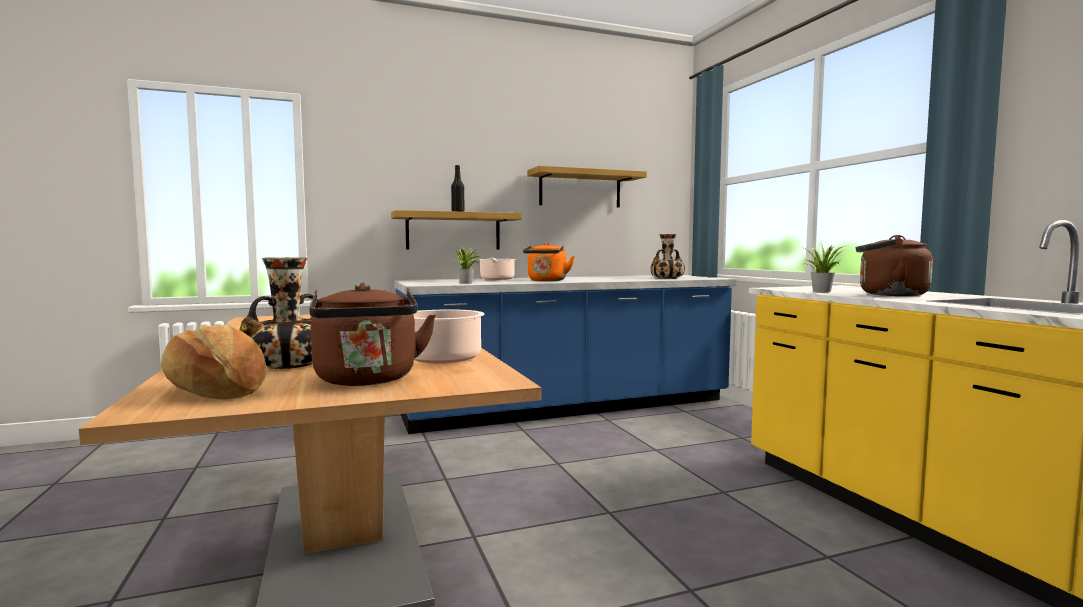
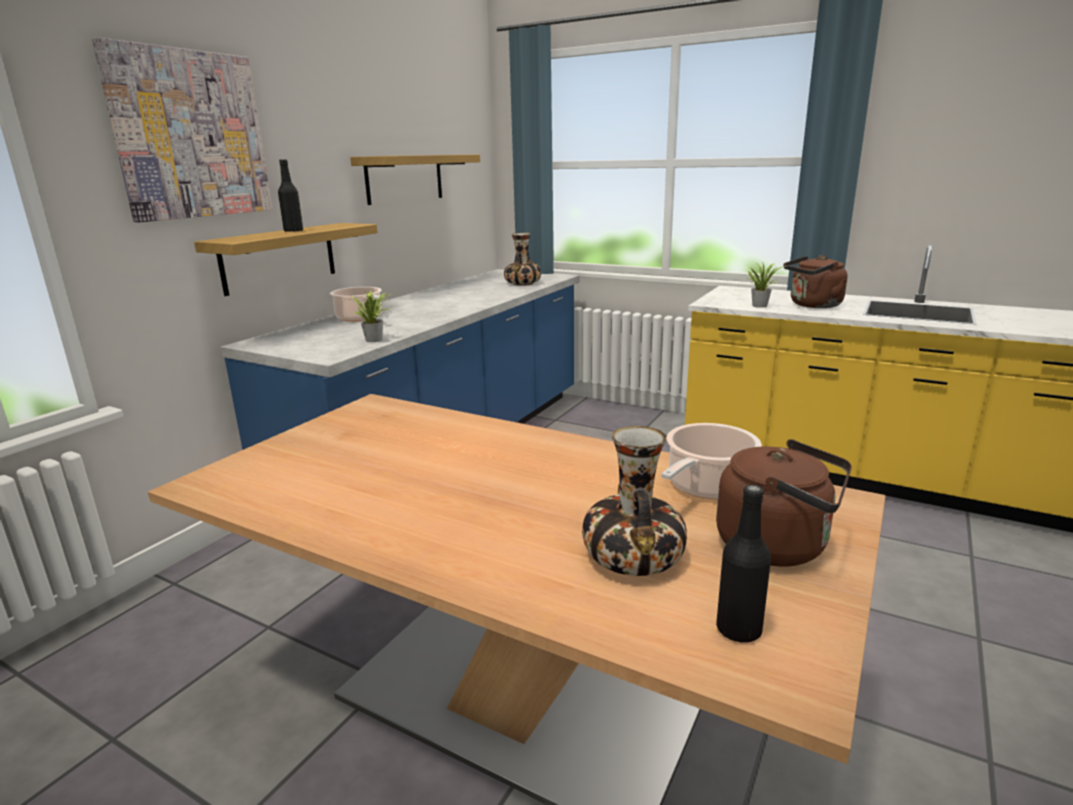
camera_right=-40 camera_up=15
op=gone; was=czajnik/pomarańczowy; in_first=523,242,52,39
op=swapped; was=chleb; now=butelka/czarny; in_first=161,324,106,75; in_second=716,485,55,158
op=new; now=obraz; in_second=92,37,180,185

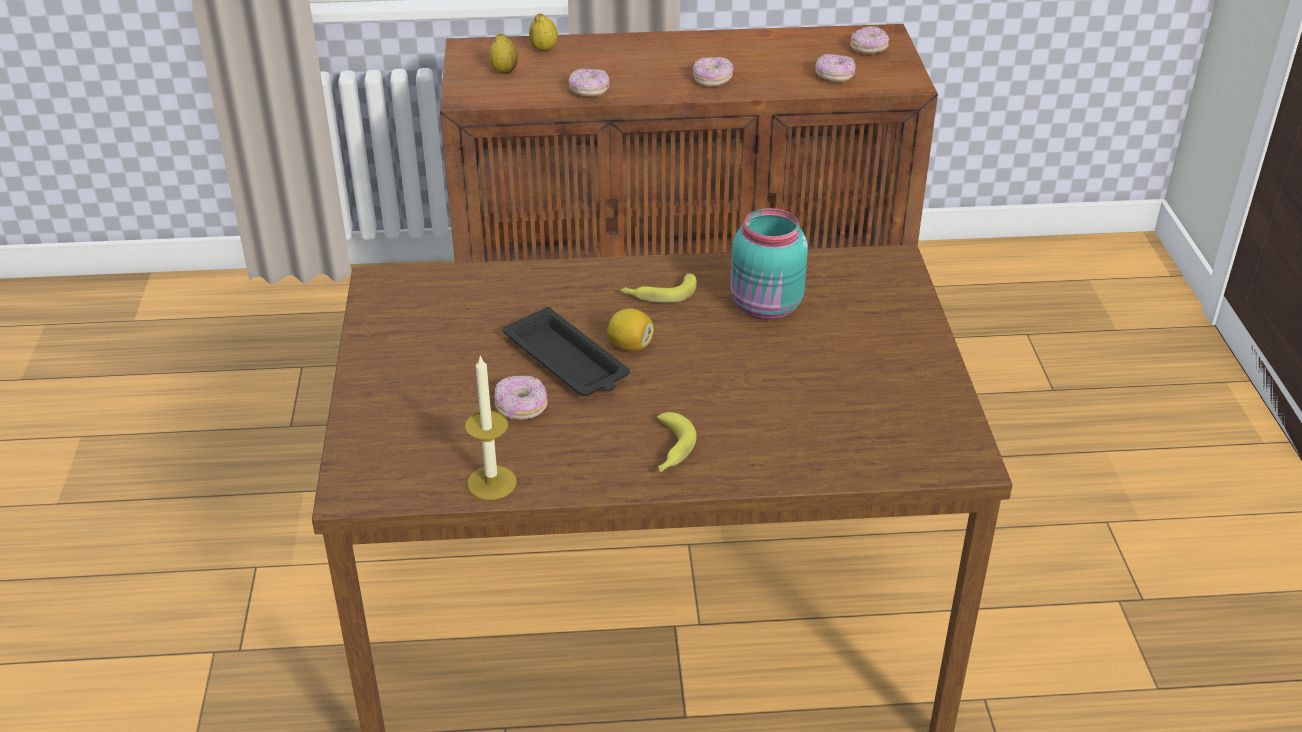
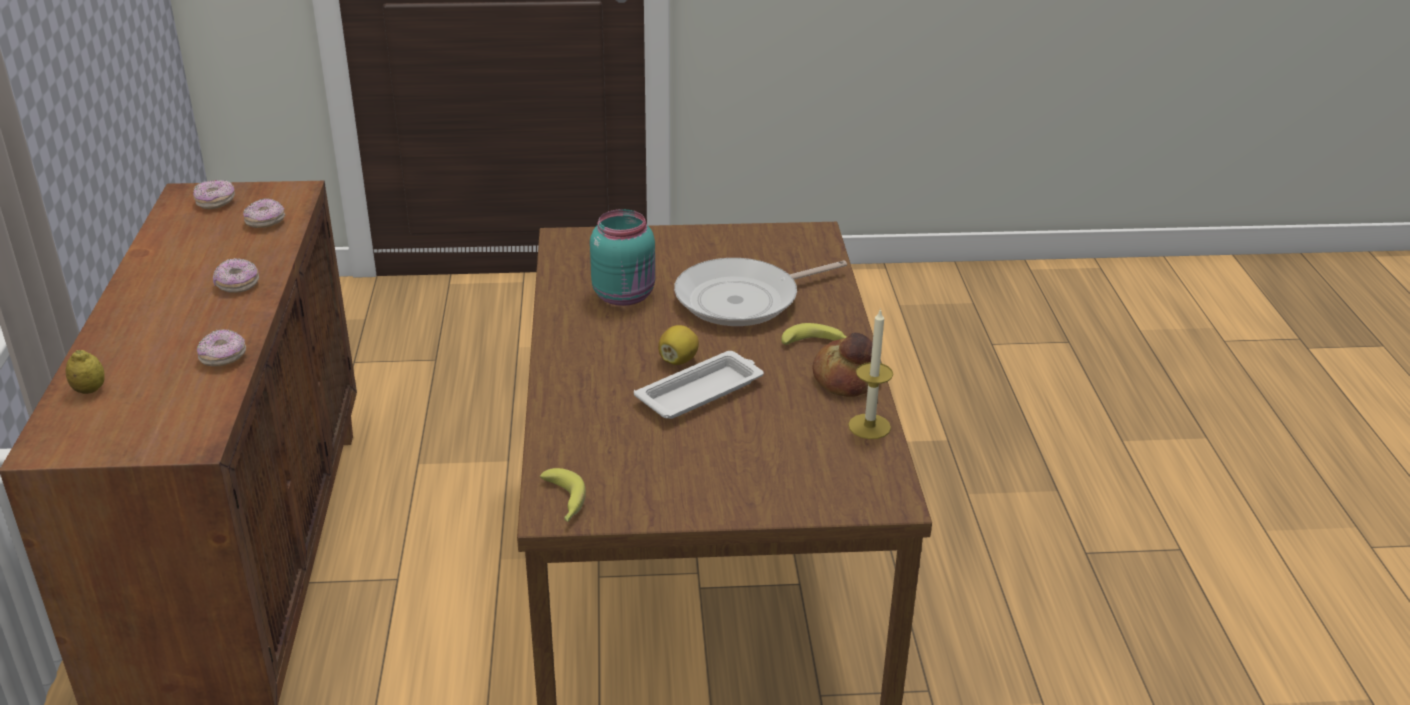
camera_right=-90 camera_up=-5
op=gone; was=cytryna; in_first=489,34,29,40
op=shifted; was=banan; in_first=621,273,76,30; in_second=540,468,46,54
op=repainted; was=taca/czarny; now=taca/biały; in_first=503,307,127,89; in_second=634,351,130,68
op=gone; was=donut; in_first=494,375,54,45
op=new; now=patelnia; in_second=674,258,173,68
op=new; now=chleb; in_second=813,332,69,65

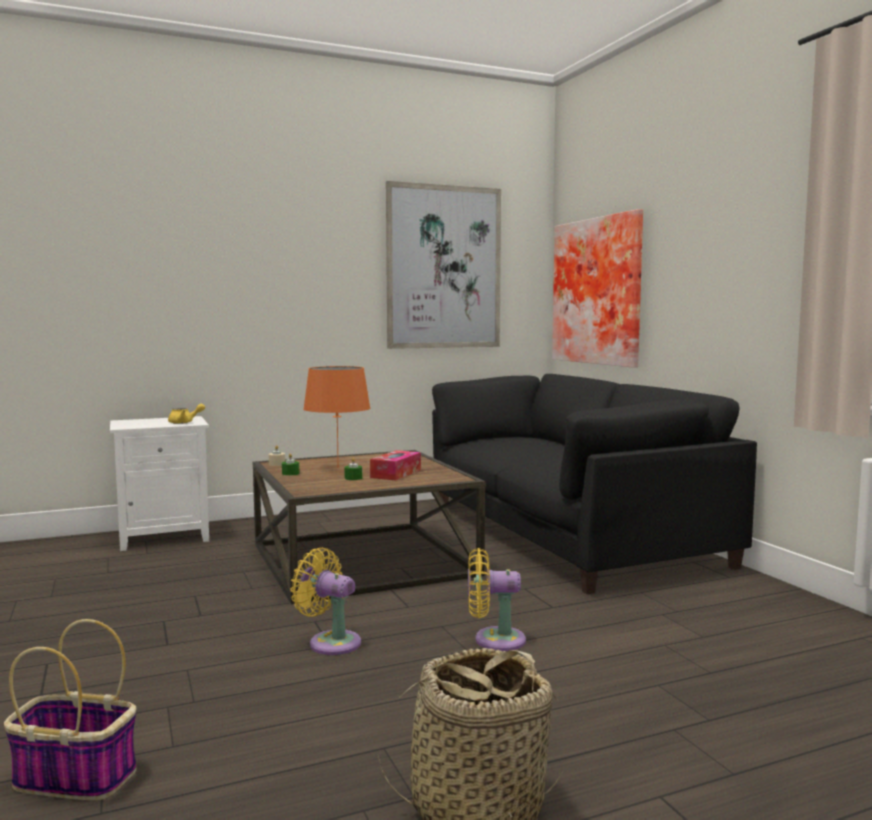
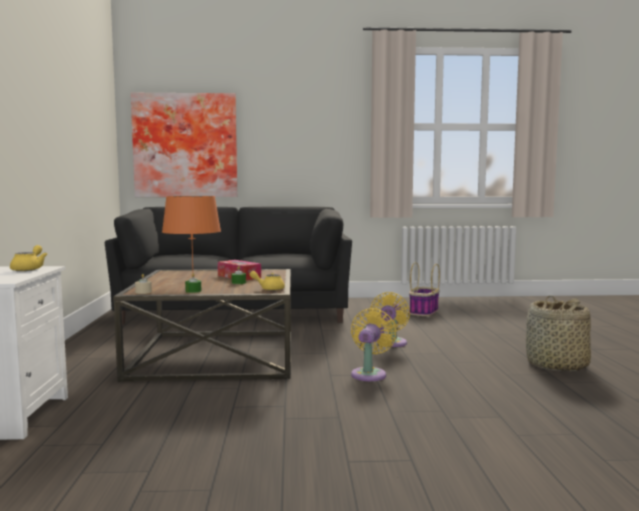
camera_right=-70 camera_up=0
op=gone; was=obraz; in_first=386,181,115,168
op=rotated; was=wentylator/żółty; in_first=290,548,71,107; in_second=351,308,46,73; clockwise=150
op=shifted; was=koszyk; in_first=4,619,132,181; in_second=409,262,31,54
op=new; now=imbryk/żółty; in_second=250,271,35,20

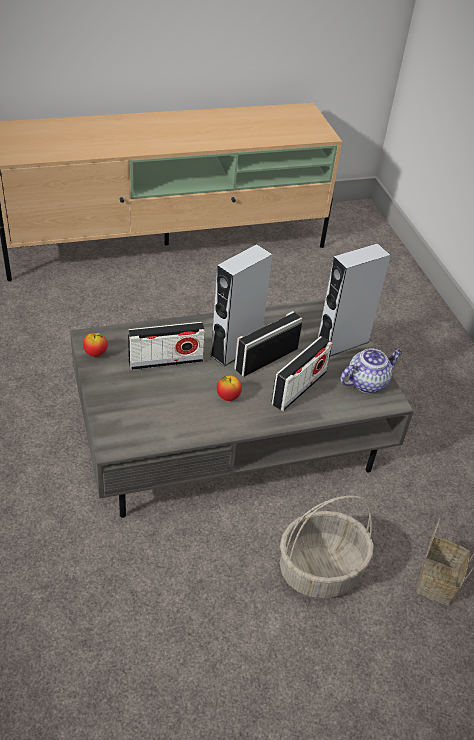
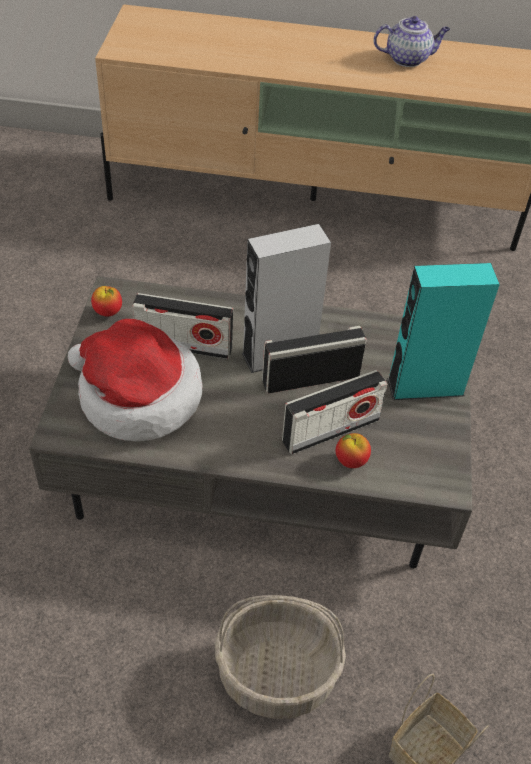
camera_right=25 camera_up=5
op=repainted; was=głośnik/szary; now=głośnik/turkusowy; in_first=318,243,73,113; in_second=387,263,113,137
op=shifted; was=imbryk; in_first=340,348,62,45; in_second=374,16,76,51
op=shifted; was=jabłko; in_first=217,375,25,26; in_second=336,433,35,35
op=new; now=kapelusz; in_second=68,319,134,122

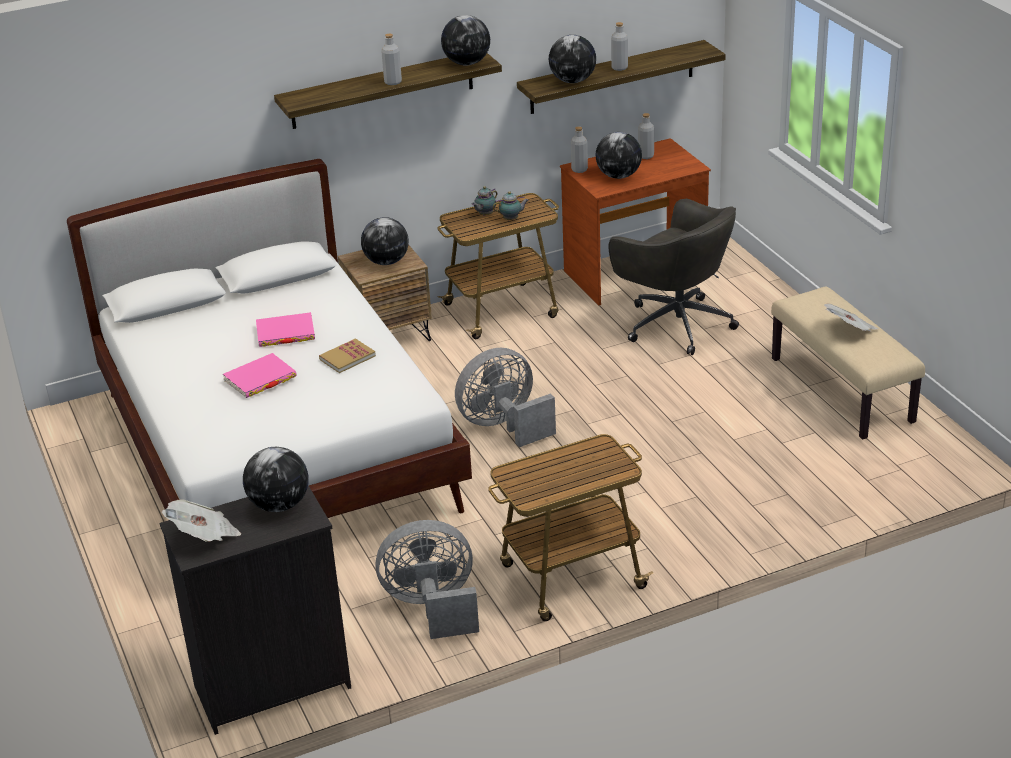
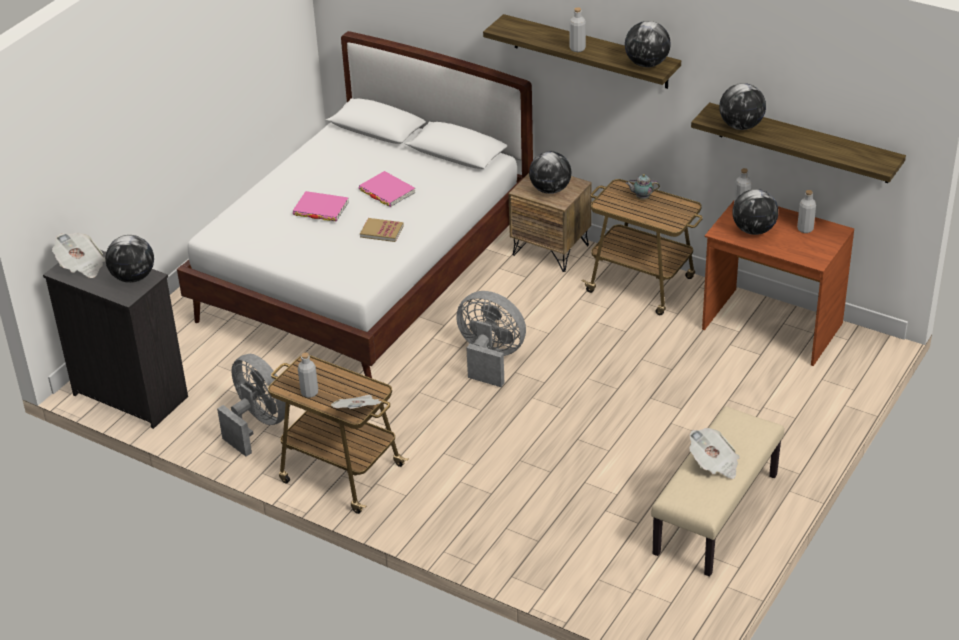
camera_right=55 camera_up=5
op=shifted; was=butelka/szary; in_first=611,22,17,49; in_second=298,353,20,45
op=gone; was=imbryk; in_first=493,191,36,29
op=gone; was=krzesło biurowe/szary; in_first=609,199,130,156
op=new; now=gazeta; in_second=331,395,51,14

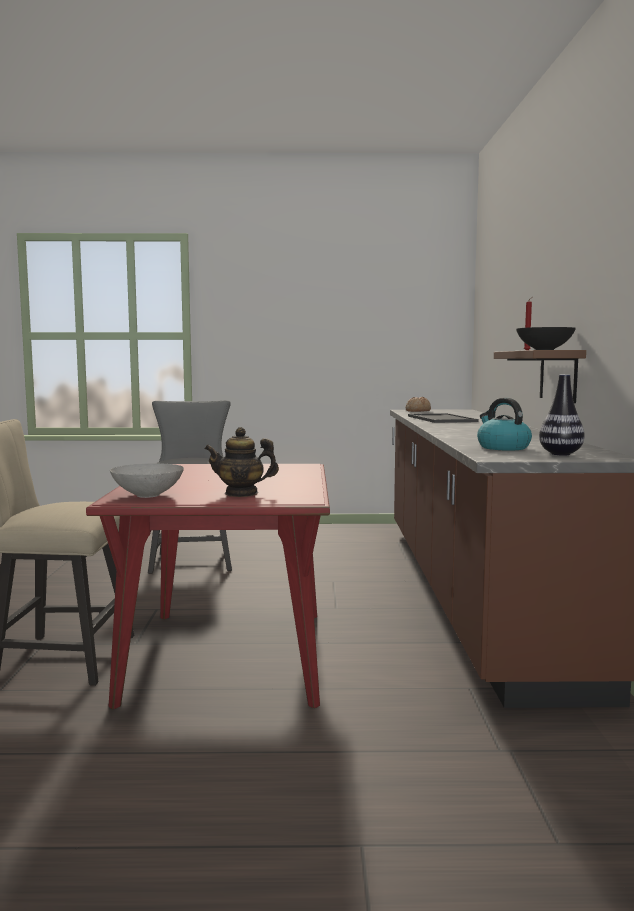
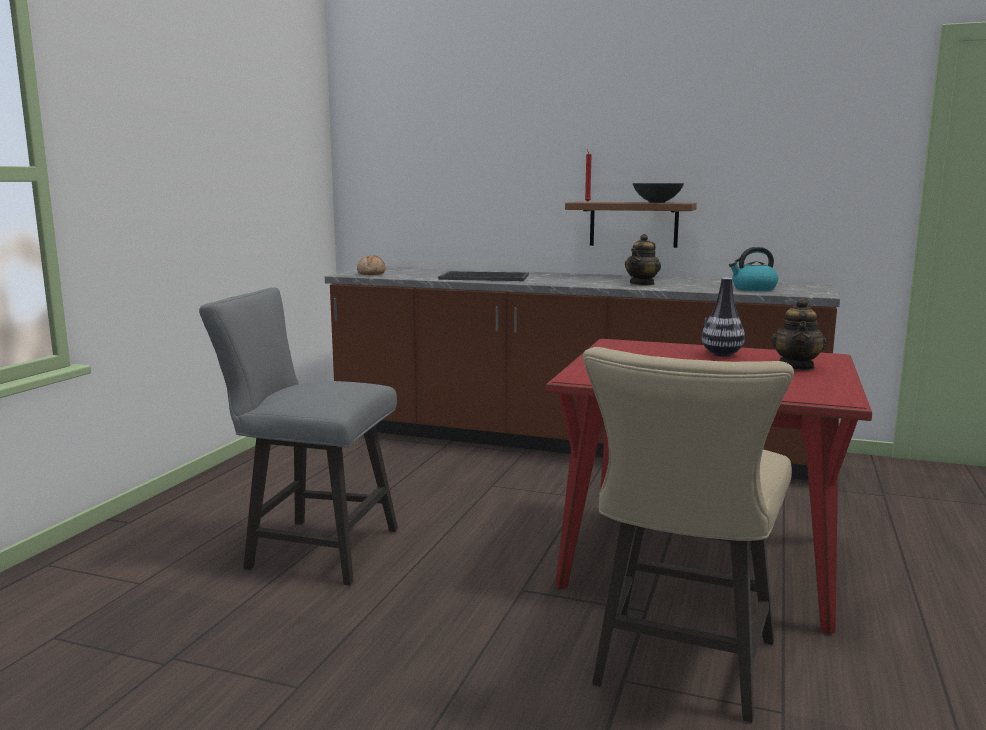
camera_right=-70 camera_up=5
op=shifted; was=wazon; in_first=539,374,46,81; in_second=702,278,43,79
op=gone; was=miska/szary; in_first=110,463,74,35
op=new; now=imbryk; in_second=625,234,36,52

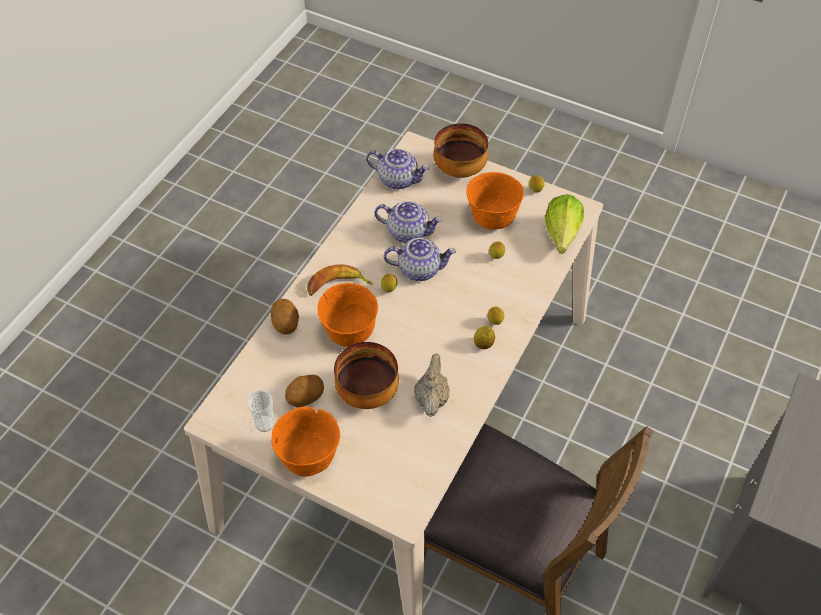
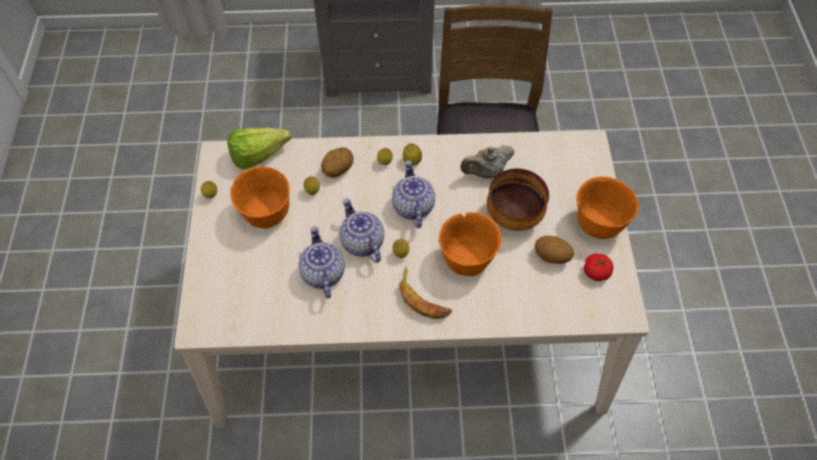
camera_right=-120 camera_up=5
op=gone; was=miska; in_first=433,123,55,55
op=shifted; was=imbryk; in_first=366,148,64,42; in_second=392,160,43,68
op=shifted; was=ziemniak; in_first=271,299,28,36; in_second=321,147,32,31
op=swapped; was=filiżanka; now=pomidor; in_first=247,390,28,42; in_second=584,254,30,27

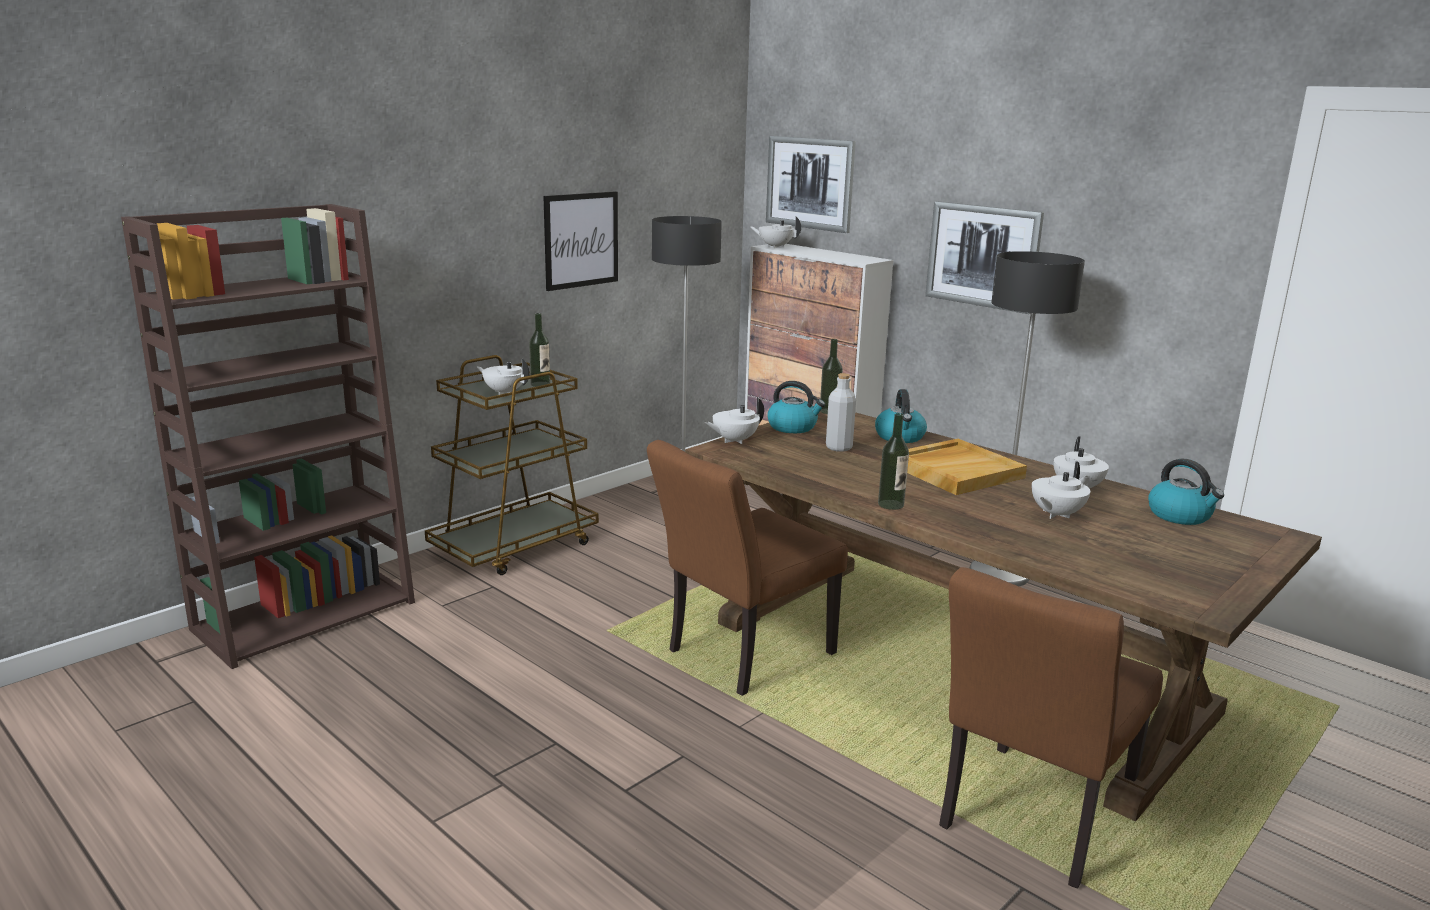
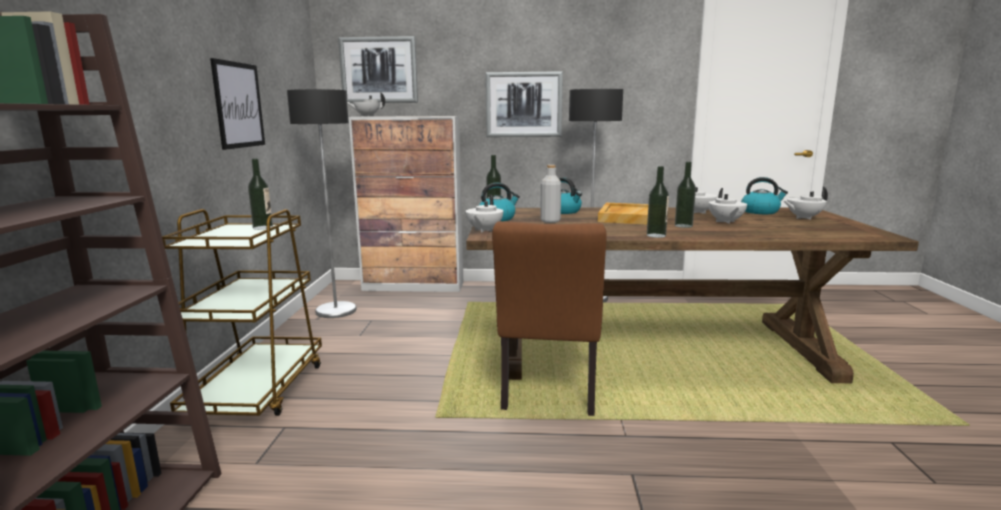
camera_right=-40 camera_up=-5
op=shifted; was=imbryk/biały; in_first=477,359,53,36; in_second=784,187,44,33
op=gone; was=krzesło/brązowy; in_first=939,567,224,321
op=new; now=butelka; in_second=675,162,21,66

